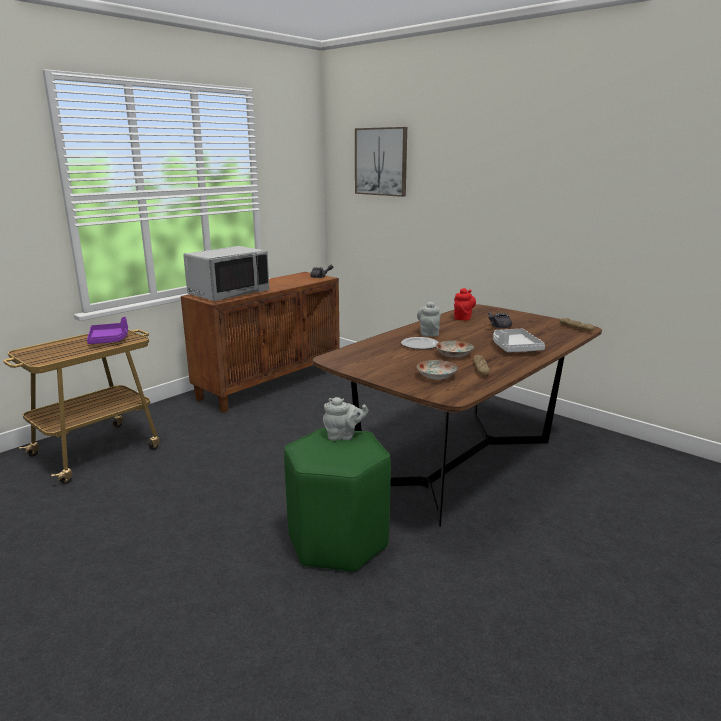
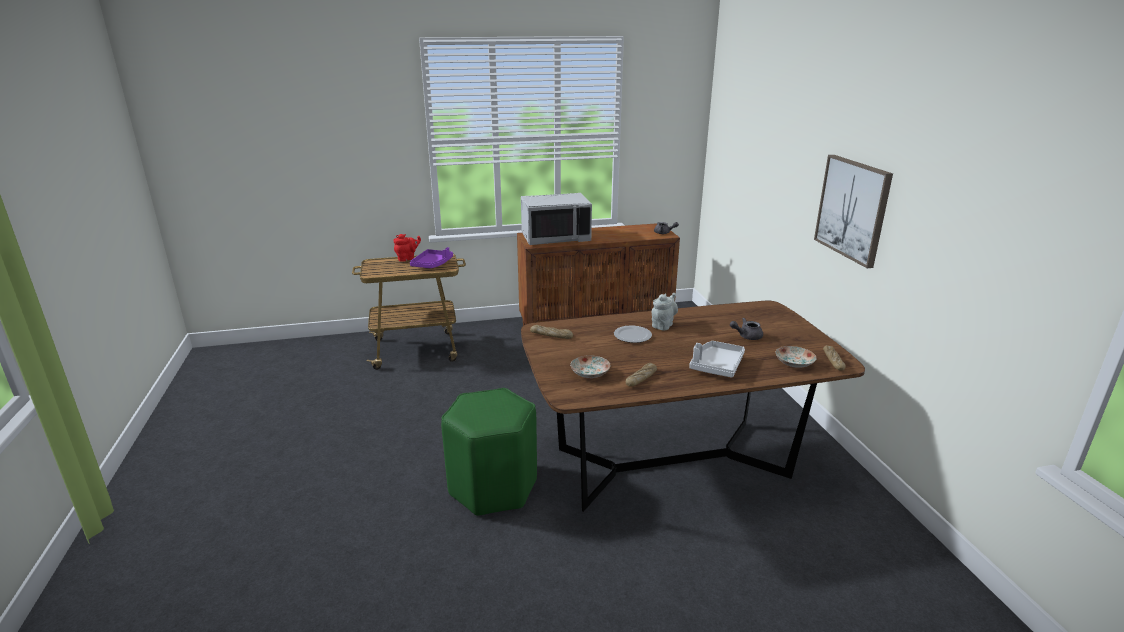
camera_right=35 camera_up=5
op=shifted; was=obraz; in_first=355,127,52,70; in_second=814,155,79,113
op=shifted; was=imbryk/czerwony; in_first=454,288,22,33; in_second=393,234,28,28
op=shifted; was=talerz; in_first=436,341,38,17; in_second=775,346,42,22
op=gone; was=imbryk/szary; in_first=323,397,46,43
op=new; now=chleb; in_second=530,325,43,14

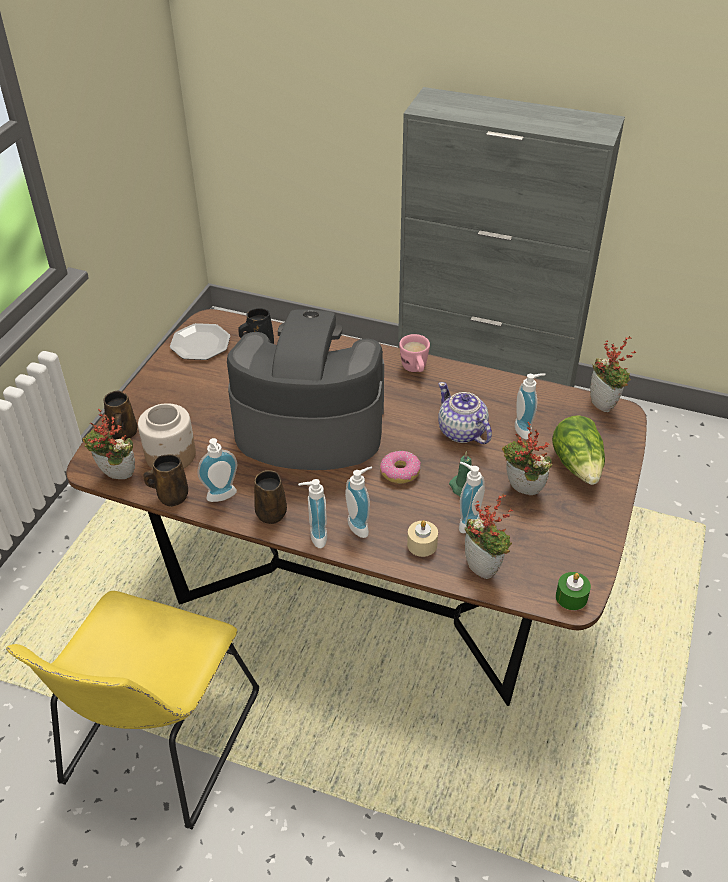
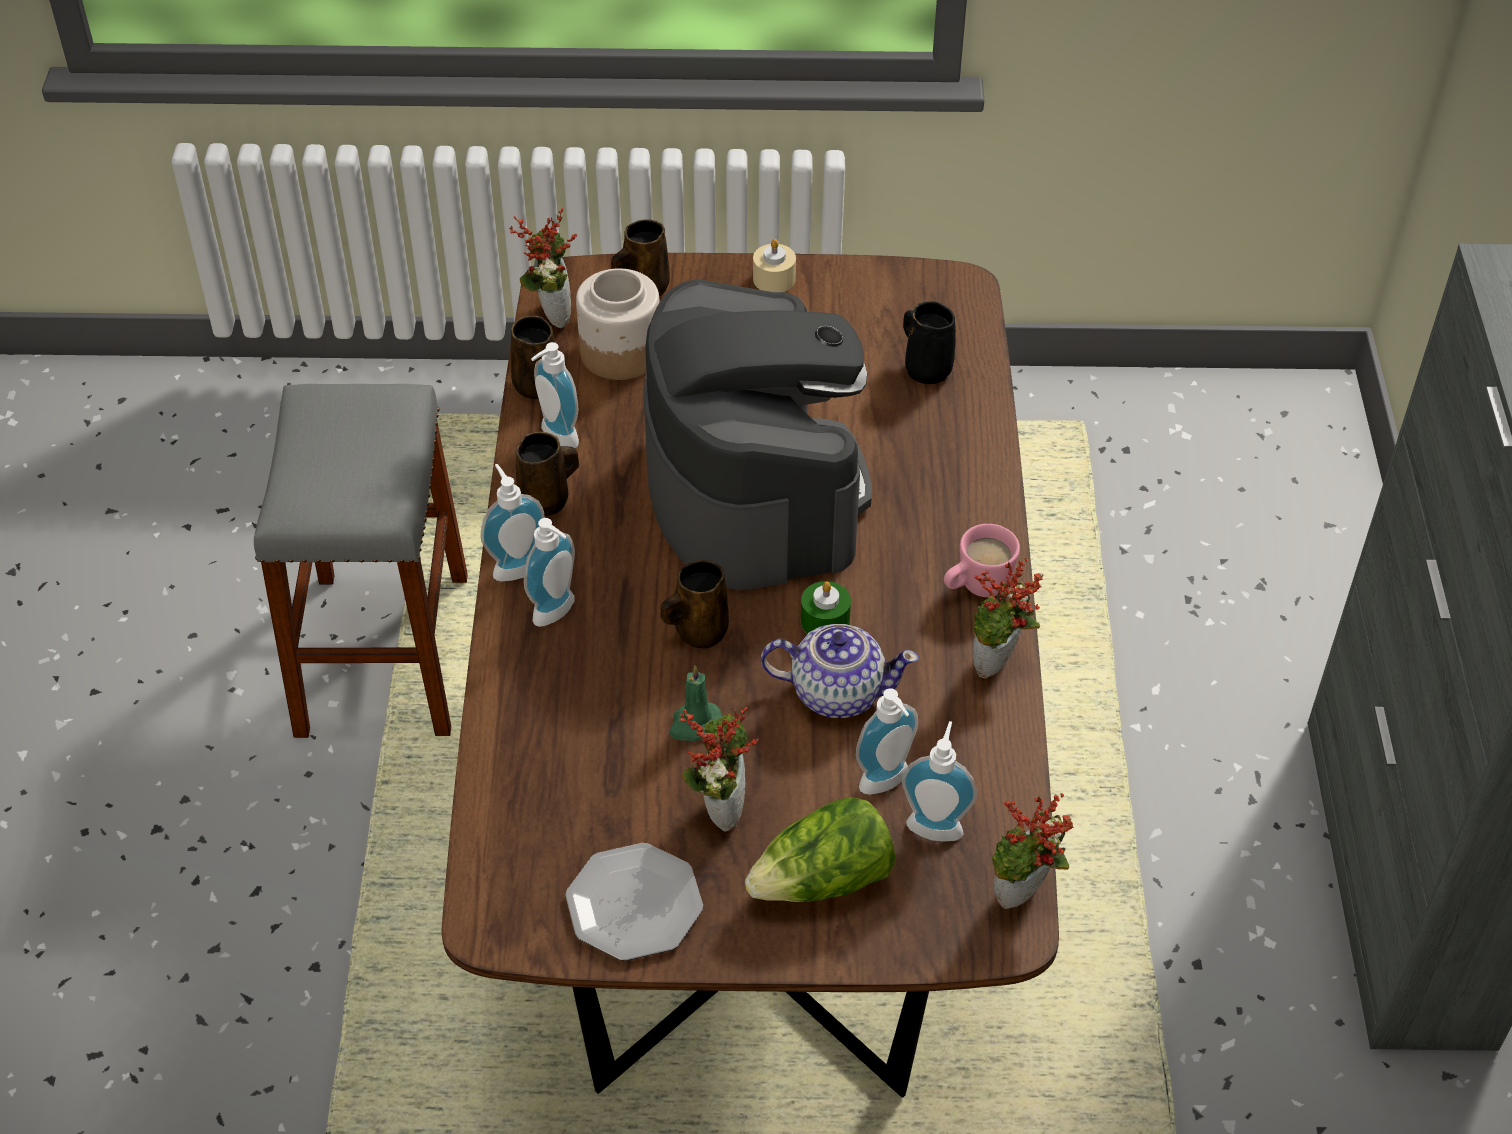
camera_right=70 camera_up=5
op=shifted; was=talerz; in_first=170,323,60,37; in_second=565,843,138,118
op=rotated; was=imbryk; in_first=438,382,54,62; in_second=761,624,158,94; clockwise=60
op=swapped; was=donut; now=kubek/brązowy; in_first=380,450,41,34; in_second=661,560,68,89
op=shifted; was=dozownik mydła; in_first=459,462,26,71; in_second=902,721,75,121
op=shifted; was=roślina doniczkowa; in_first=464,494,49,85; in_second=972,558,71,121
op=shifted; was=świeca/beżowy; in_first=407,520,31,37; in_second=753,239,43,53
op=shifted; was=świeca/zielony; in_first=556,572,35,38; in_second=801,581,50,53
op=swapped; was=krzesło/żółty; now=stołek/szary; in_first=6,591,253,238; in_second=254,384,214,354

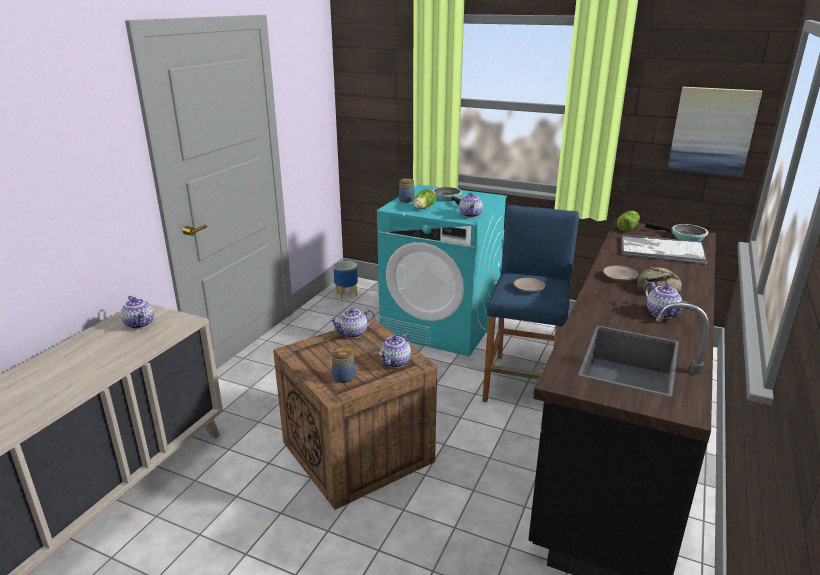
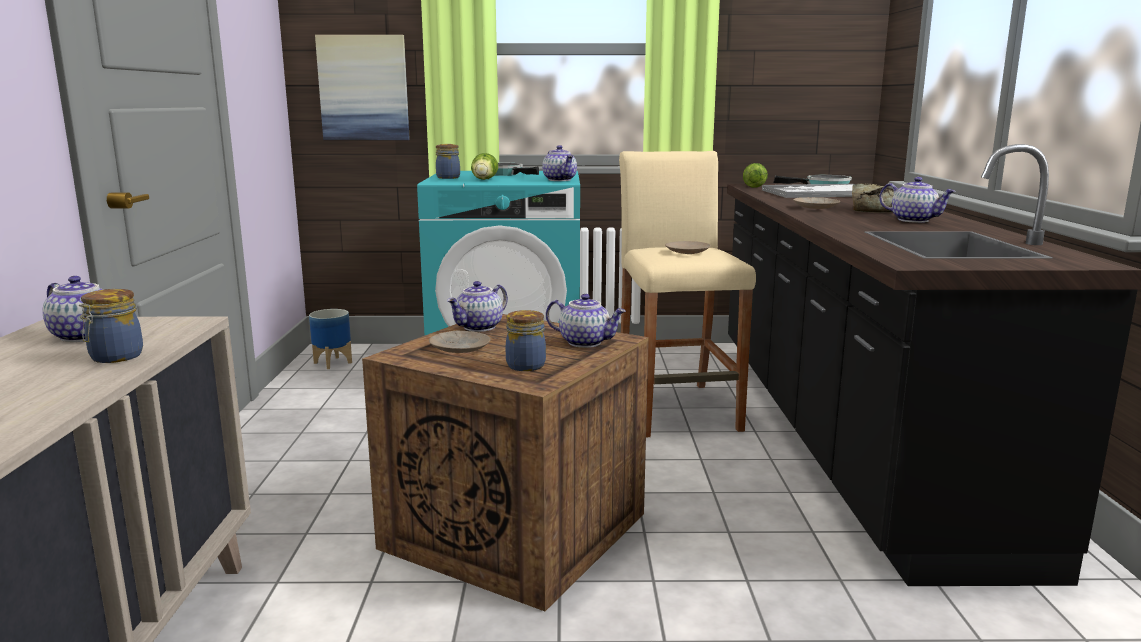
camera_right=-25 camera_up=-10
op=shifted; was=obraz; in_first=667,87,95,90; in_second=315,35,95,105
op=repainted; was=stołek/niebieski; now=stołek/beżowy; in_first=482,205,97,197; in_second=619,151,137,286
op=rotated; was=imbryk; in_first=379,333,32,35; in_second=546,294,80,54; clockwise=-75
op=new; now=słoik; in_second=79,289,64,74
op=new; now=talerz/beżowy; in_second=429,331,62,22

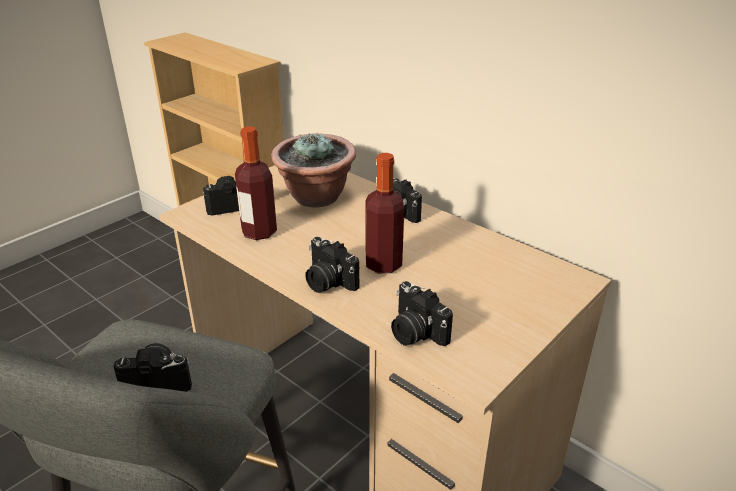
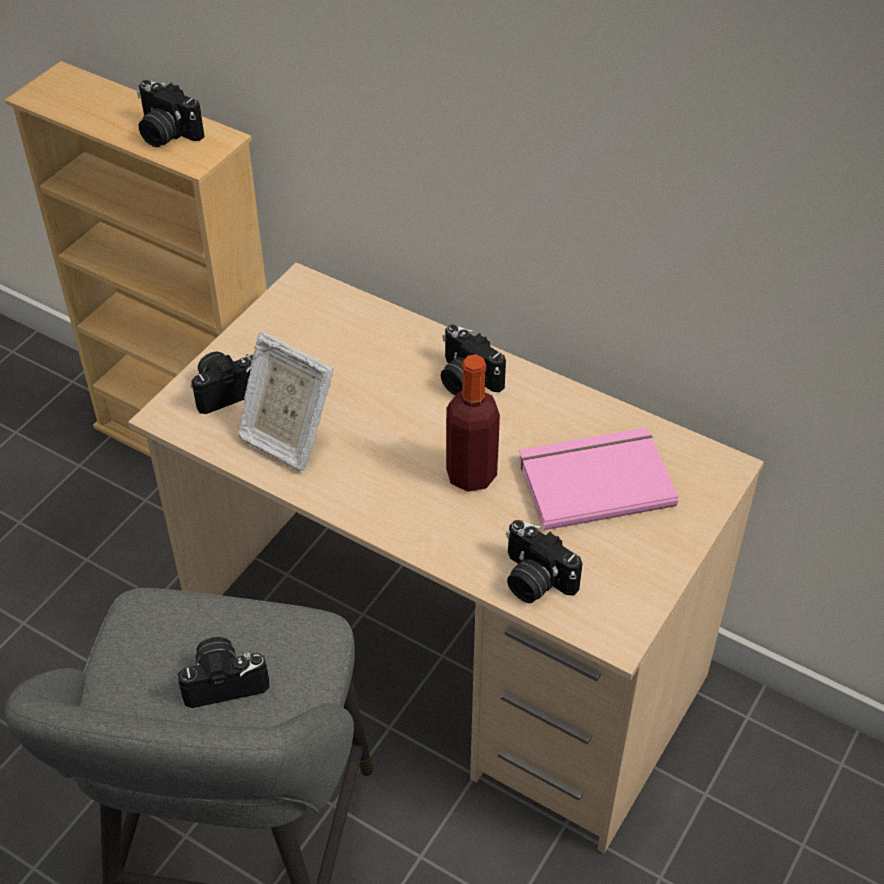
camera_right=-10 camera_up=15
op=swapped; was=butelka; now=ramka na zdjęcie; in_first=235,126,42,114; in_second=238,332,95,139
op=gone; was=roślina doniczkowa; in_first=271,133,85,74
op=shifted; was=aparat fotograficzny; in_first=305,237,55,56; in_second=137,80,68,67
op=new; now=książka/różowy; in_second=518,427,160,103

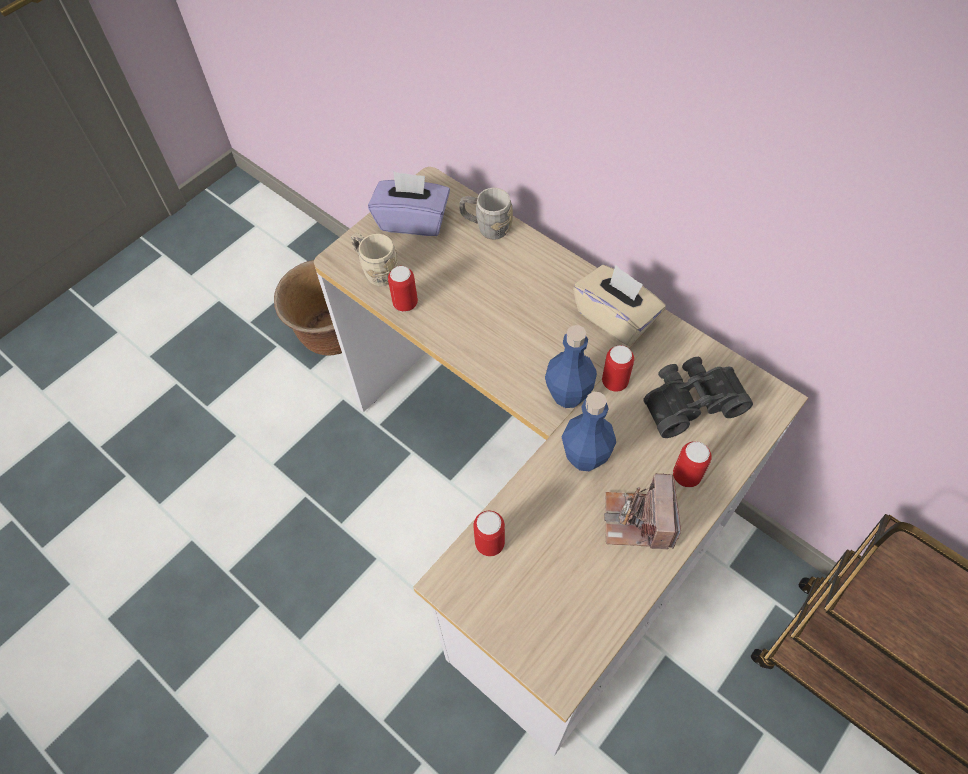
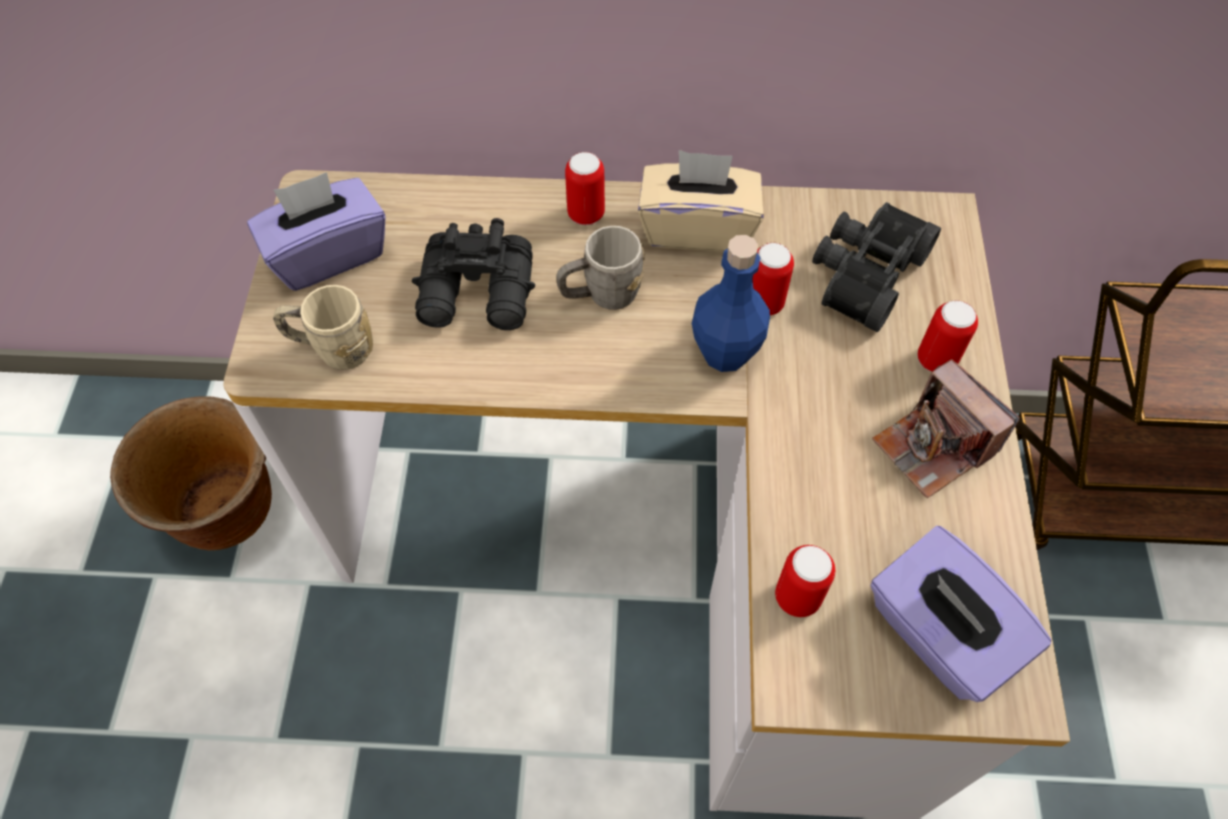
camera_right=-40 camera_up=0
op=shifted; was=kubek/szary; in_first=459,188,54,52; in_second=556,226,89,84
op=shifted; was=puszka; in_first=388,266,30,46; in_second=565,152,40,73
op=gone; was=butelka/niebieski; in_first=562,392,54,79
op=new; now=lornetka/czarny; in_second=412,218,123,112
op=new; now=pudełko chusteczek/fioletowy; in_second=870,526,181,176

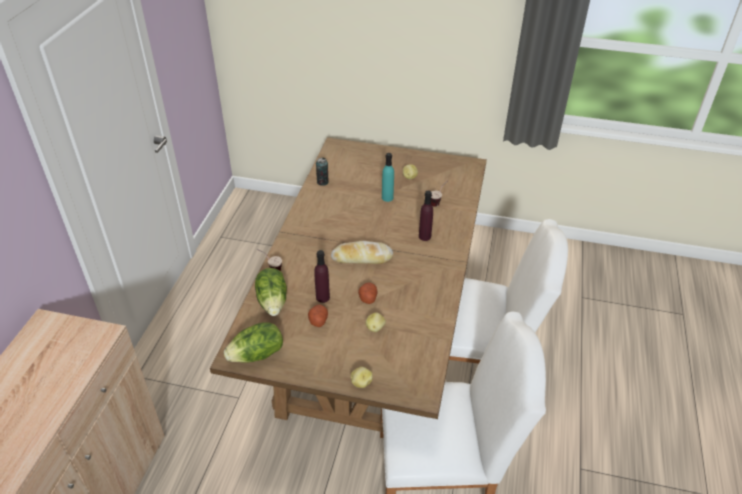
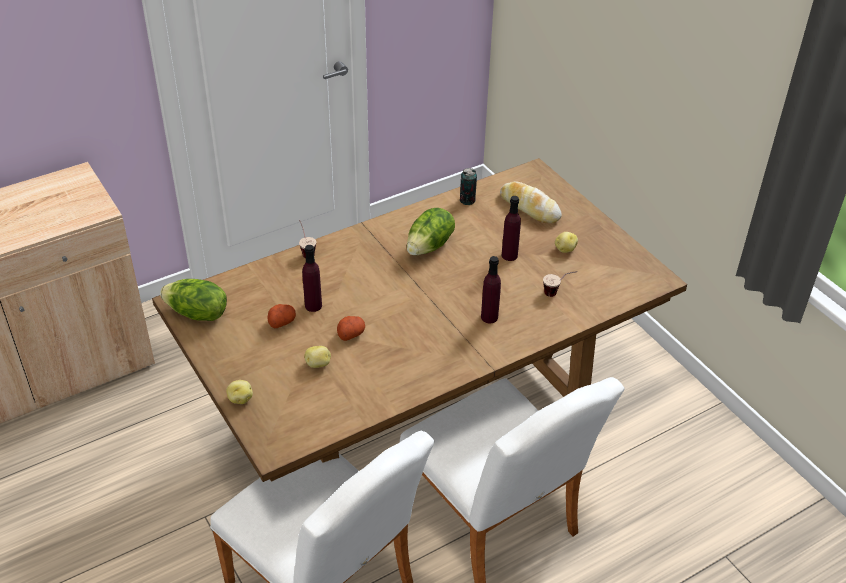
camera_right=45 camera_up=0
op=repainted; was=butelka/turkusowy; now=butelka/fioletowy; in_first=382,153,12,49; in_second=502,196,19,65
op=shifted; was=chleb; in_first=331,241,62,23; in_second=500,181,62,42
op=shifted; was=sałata; in_first=255,268,32,48; in_second=407,208,48,48

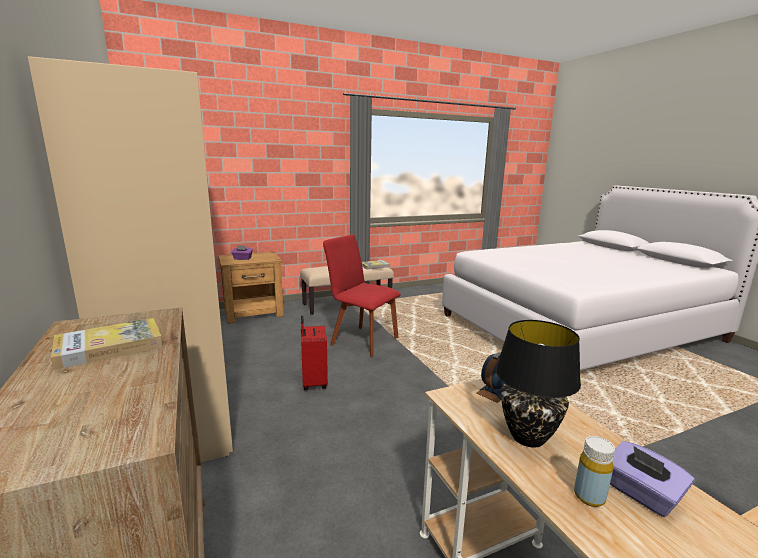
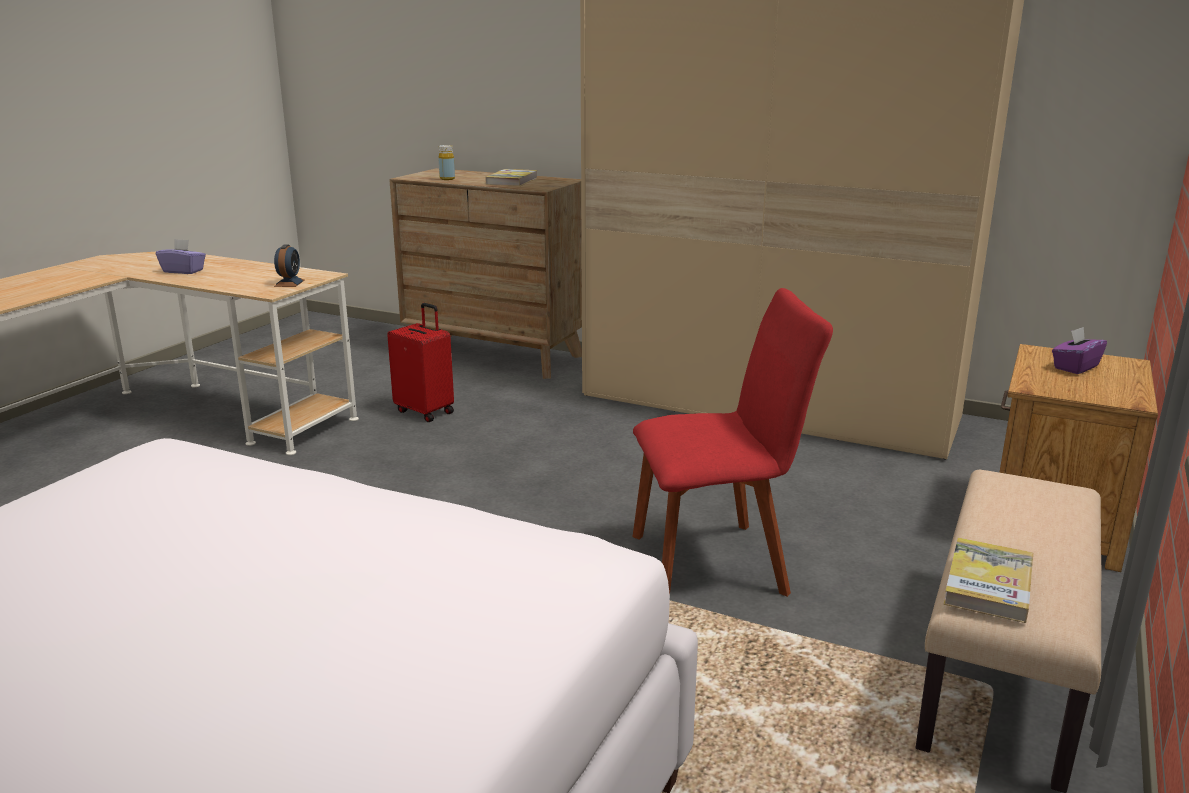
camera_right=140 camera_up=5
op=shifted; was=walizka/czerwony; in_first=301,315,27,75; in_second=387,303,67,119
op=gone; was=lampa stołowa/czarny; in_first=496,320,85,128
op=shifted; was=butelka/żółty; in_first=574,436,41,71; in_second=438,145,17,35

